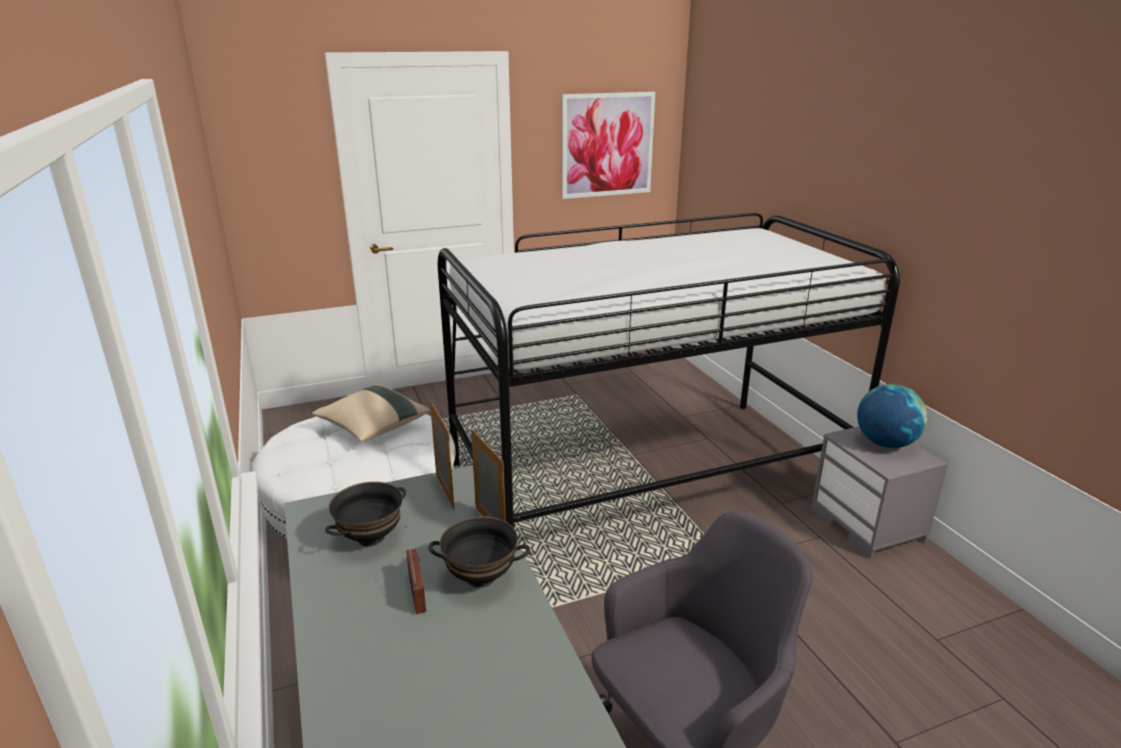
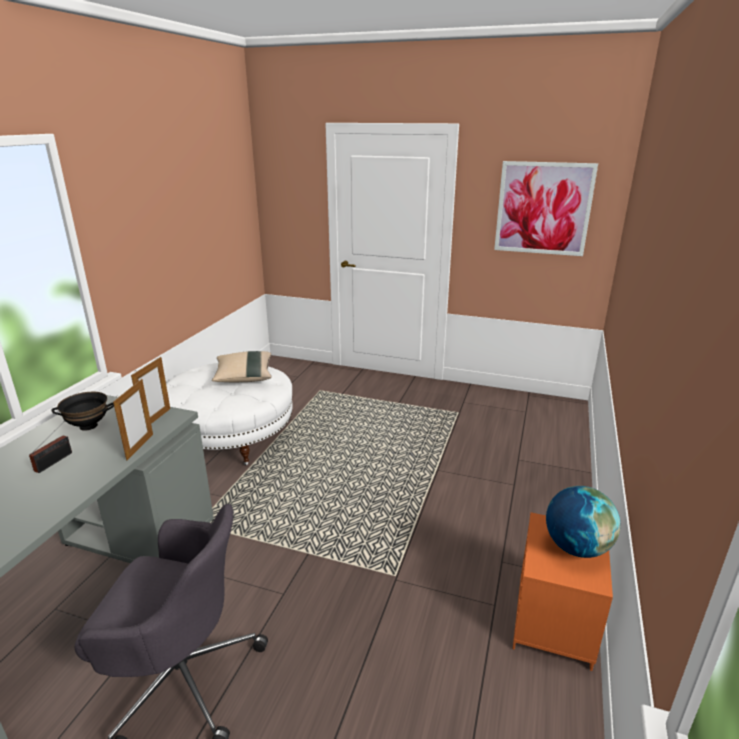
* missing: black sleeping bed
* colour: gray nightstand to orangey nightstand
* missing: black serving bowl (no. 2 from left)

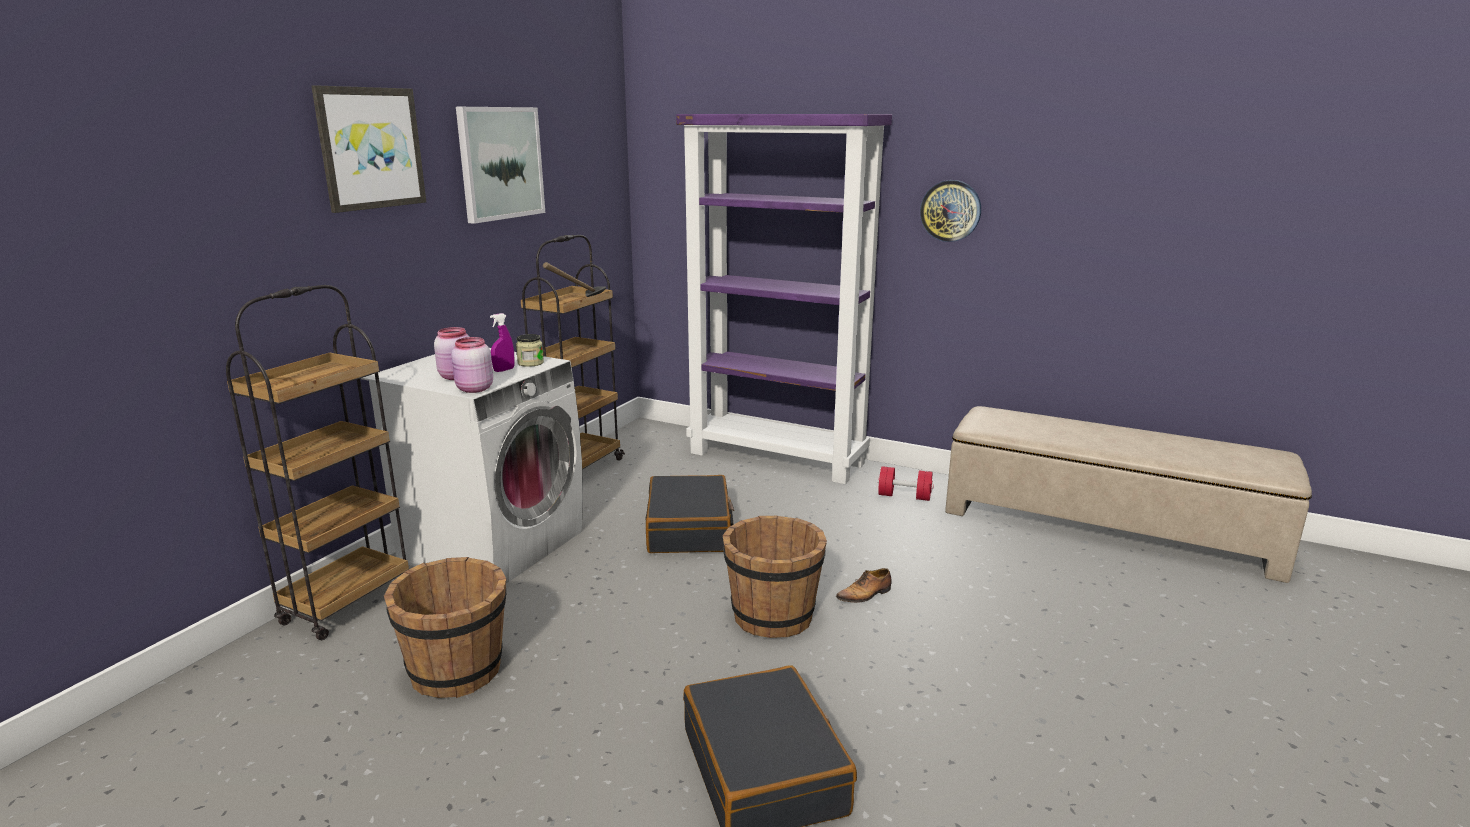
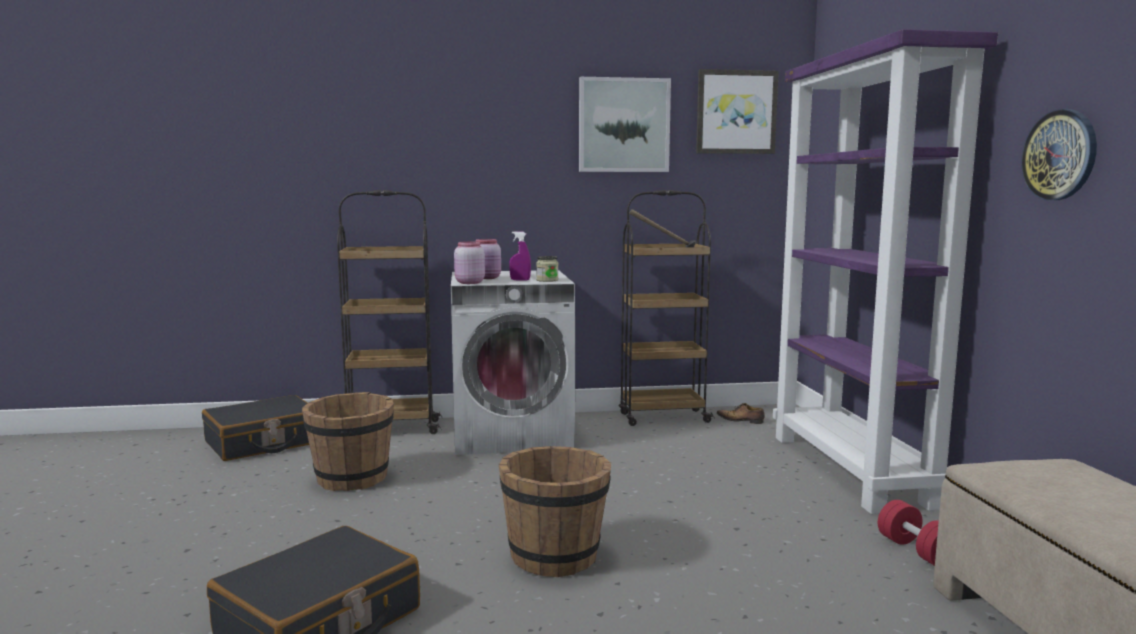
* relocated: wall picture (no. 1 from left in the first image) to wall picture (no. 2 from left)
* relocated: black travel case (no. 1 from left)
* relocated: low shoe

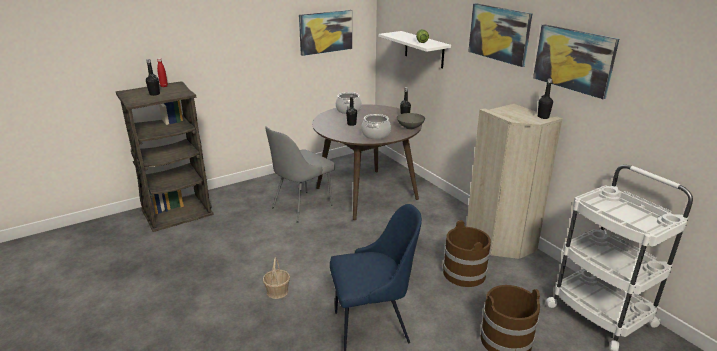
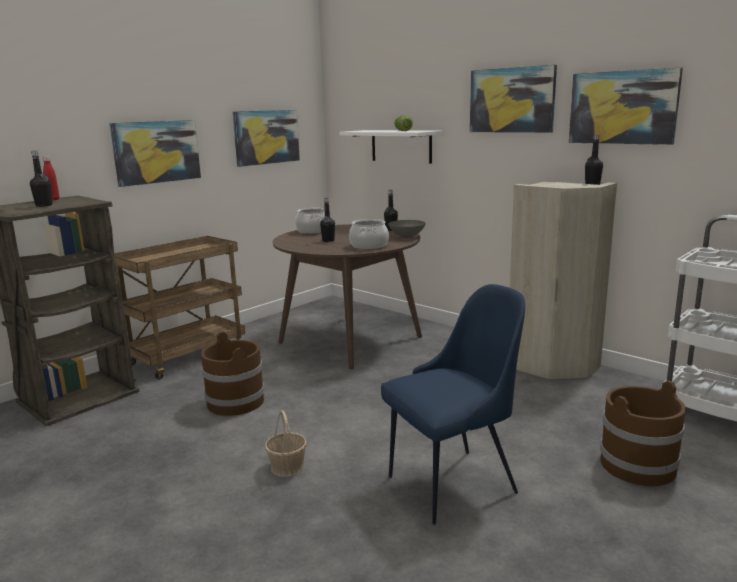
* missing: gray plain chair
* relocated: brown bucket (no. 1 from left)
* appeared: wall picture (no. 1 from left)
* appeared: brown cart

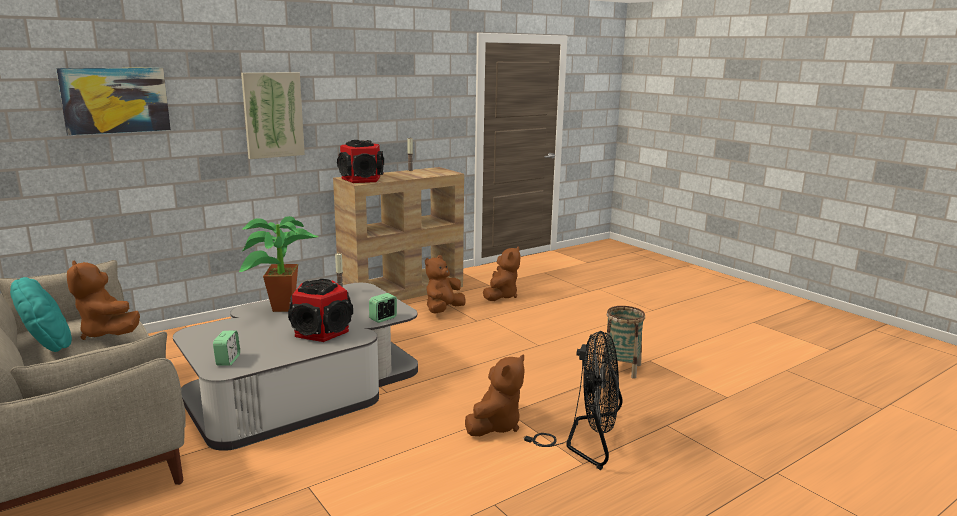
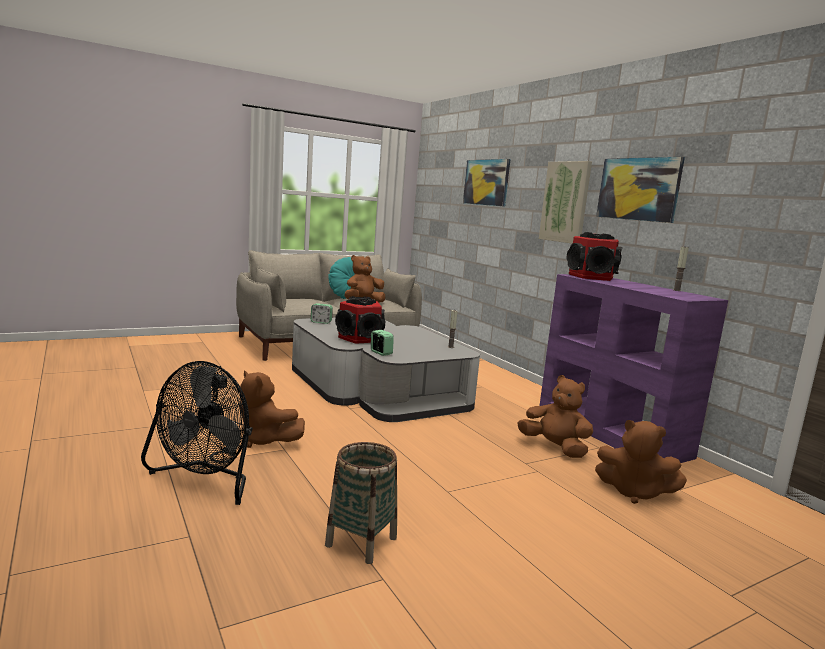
* colour: brown bookshelf to purplish bookshelf
* missing: potted plant
* appeared: wall picture (no. 3 from left)

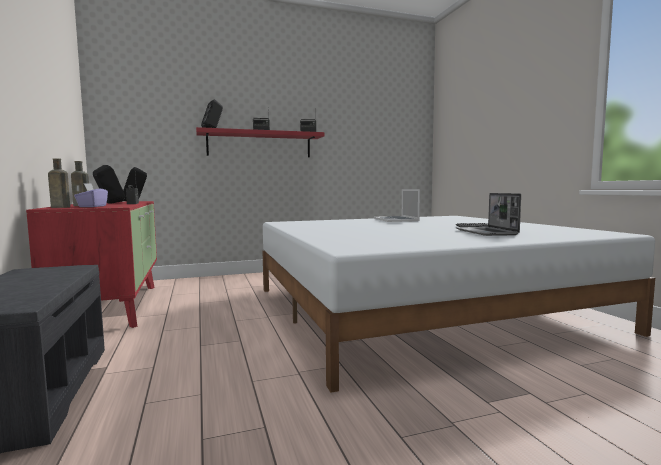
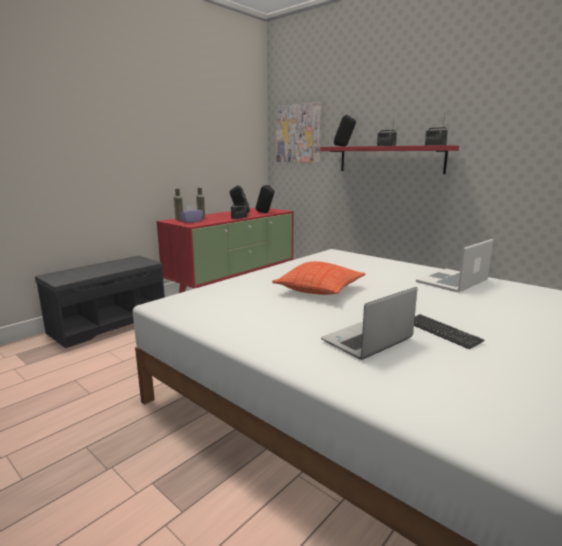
* appeared: wall picture
* appeared: orangey throw pillow

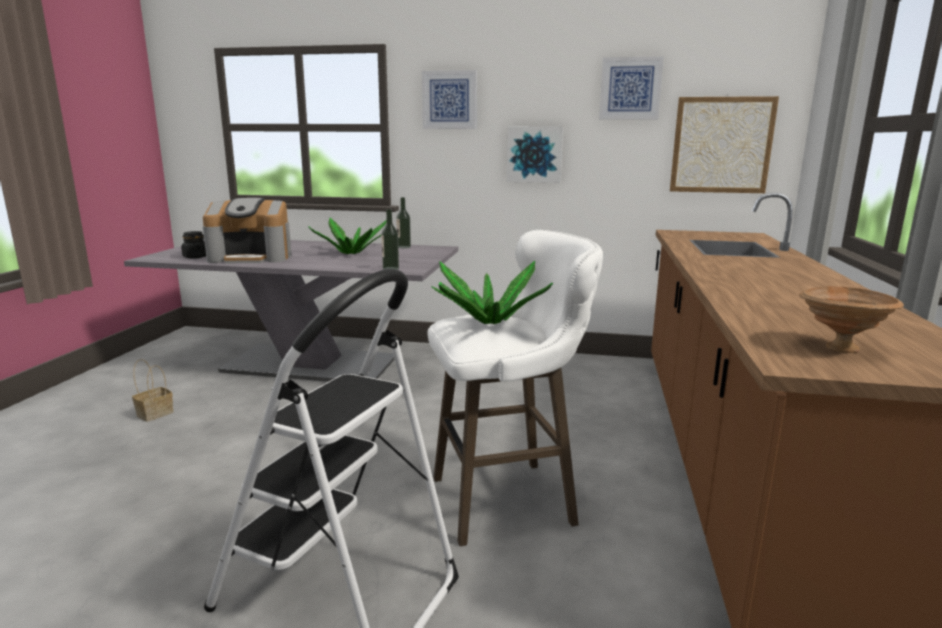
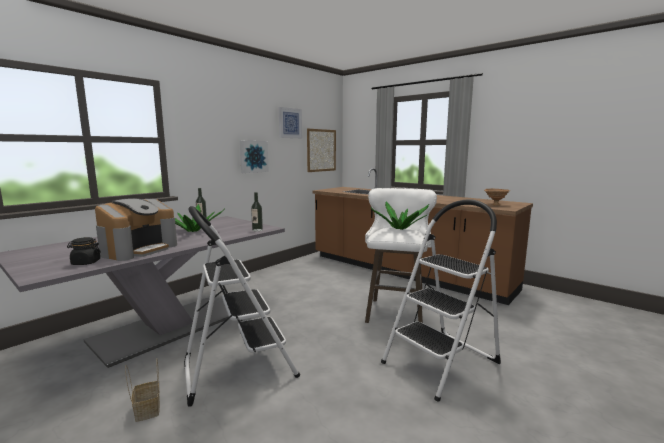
* missing: wall picture (no. 1 from left)
* appeared: stepladder (no. 1 from left)

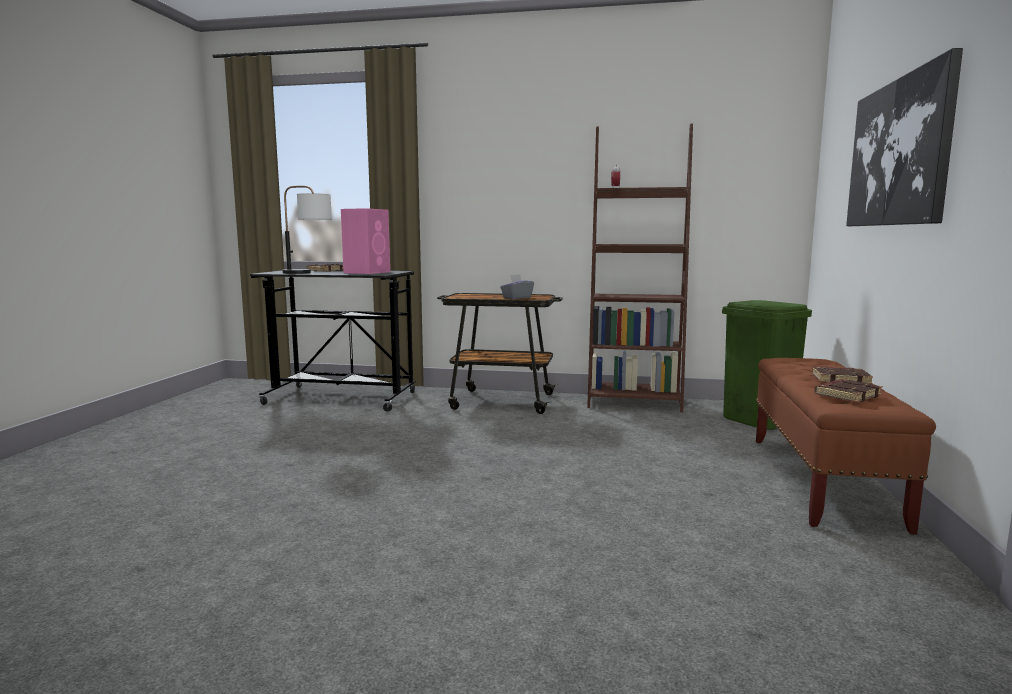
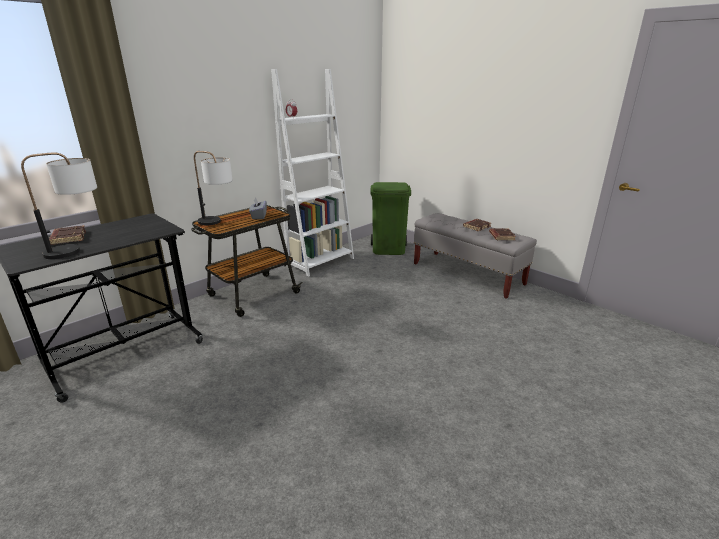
* missing: wall picture
* colour: brown bookshelf to whitish bookshelf
* missing: pinkish loudspeaker
* colour: brown indoor bench to gray indoor bench
* appeared: tabletop lamp (no. 2 from left)

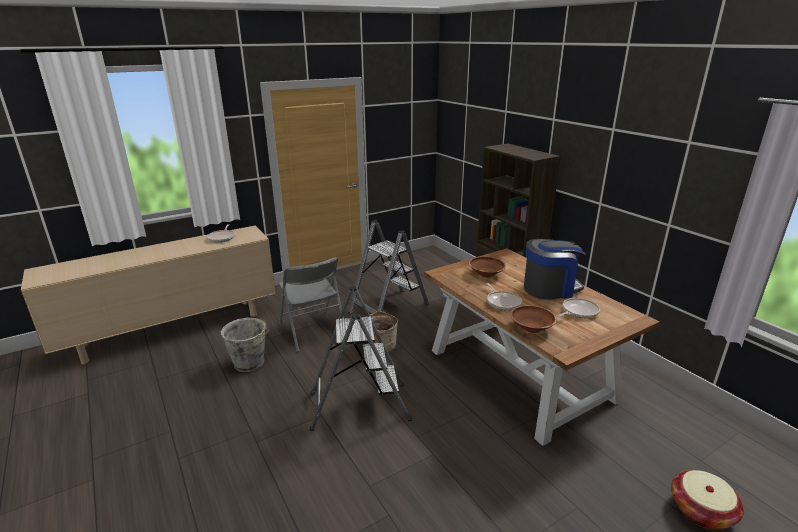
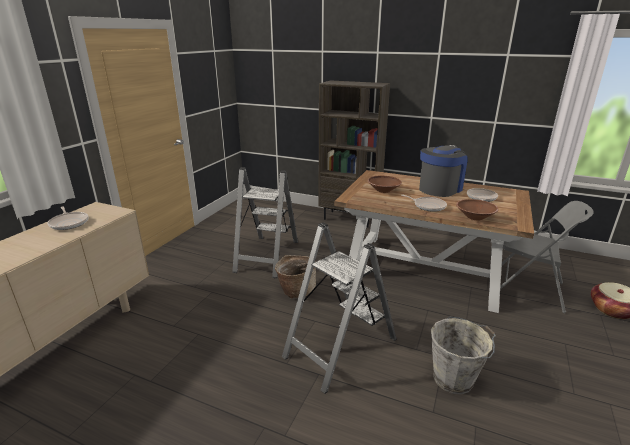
* relocated: gray plain chair
* relocated: gray bucket

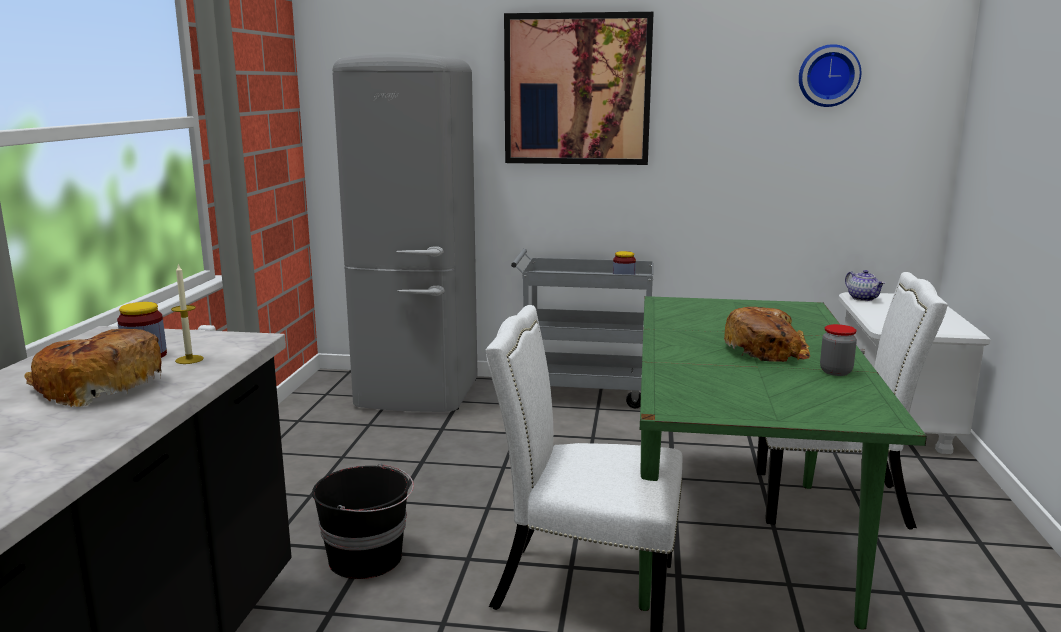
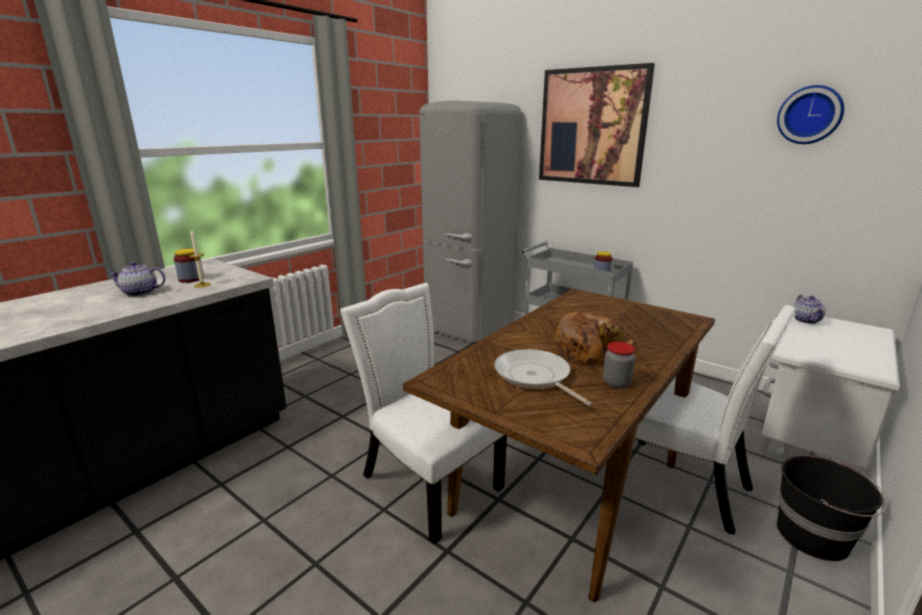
* colour: greenish dinner table to brown dinner table
* exchanged: baked bread (no. 1 from left) to teapot (no. 1 from left)
* relocated: black bucket
* appeared: skillet

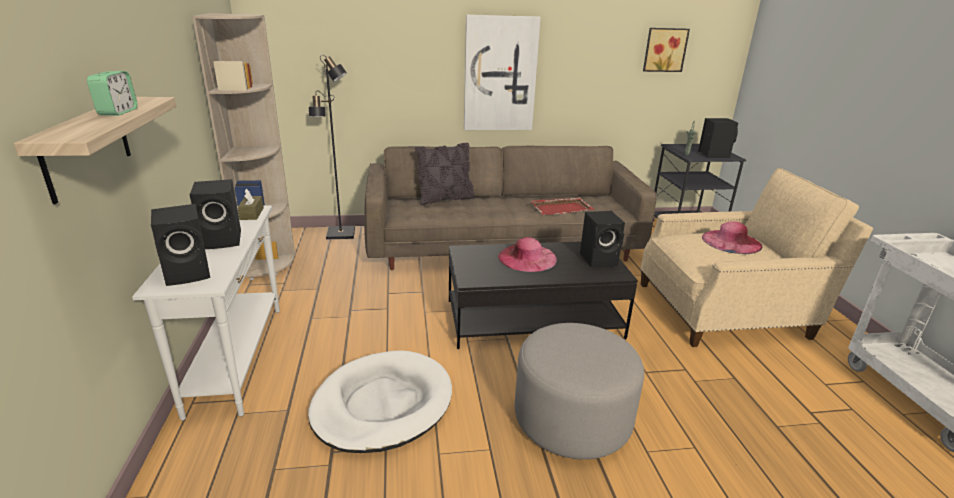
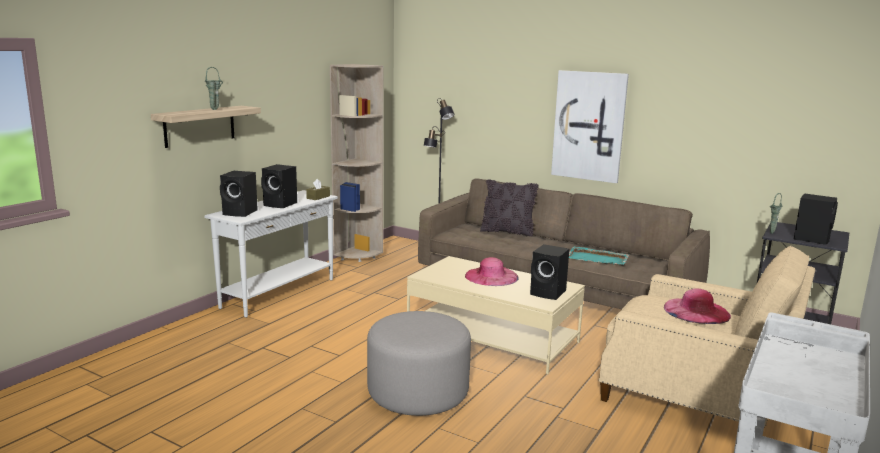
* missing: wall picture (no. 2 from left)
* exchanged: table clock to greenish decorative vase (no. 1 from left)
* colour: red-coloured carrying tray to blue-green carrying tray
* colour: black low table to beige low table
* missing: whitish pet bed

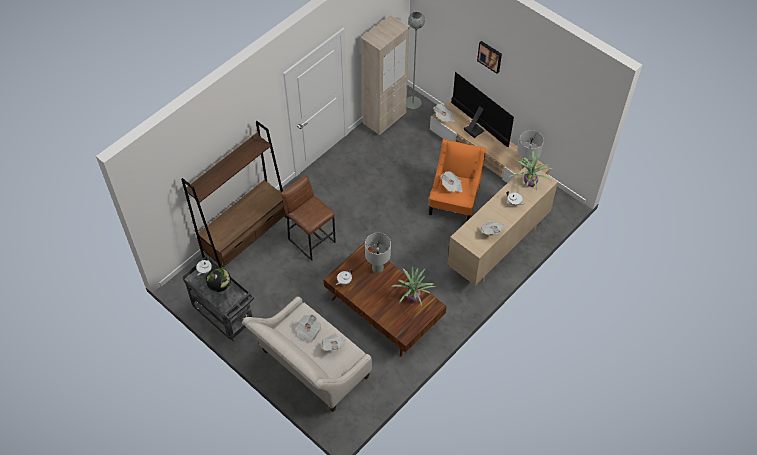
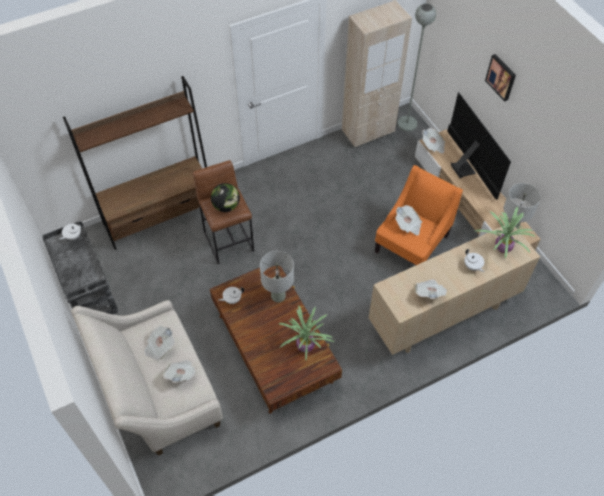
* relocated: world globe

